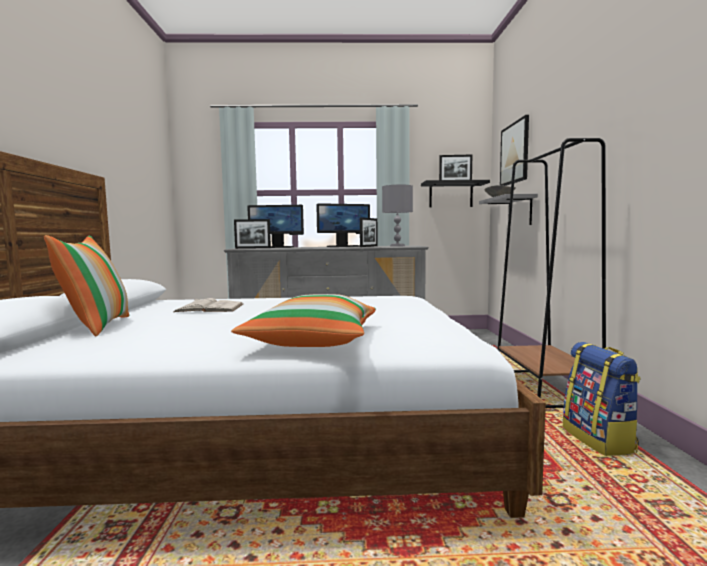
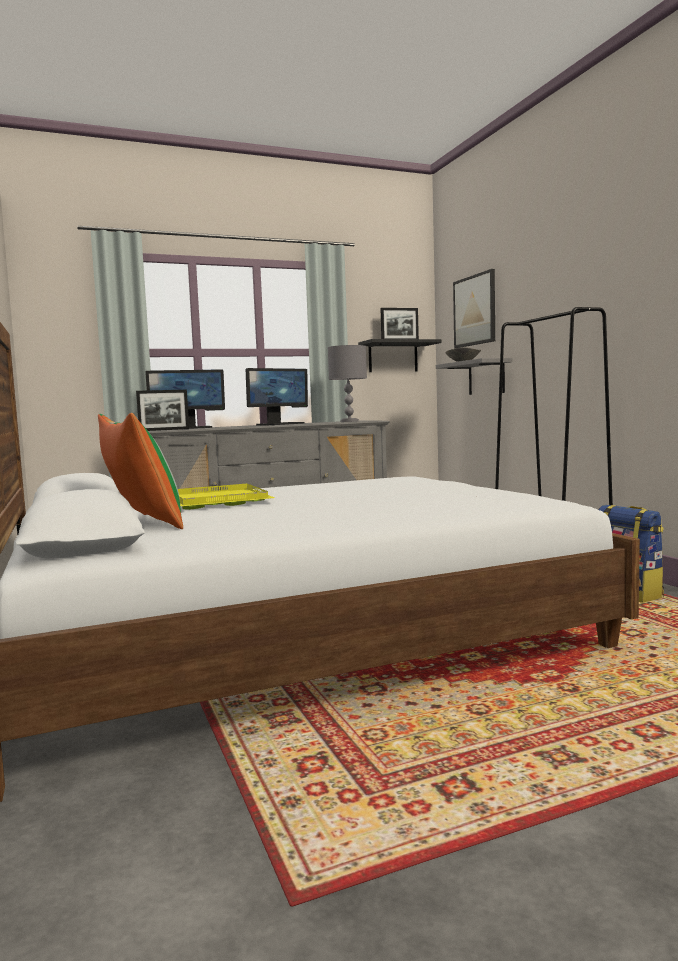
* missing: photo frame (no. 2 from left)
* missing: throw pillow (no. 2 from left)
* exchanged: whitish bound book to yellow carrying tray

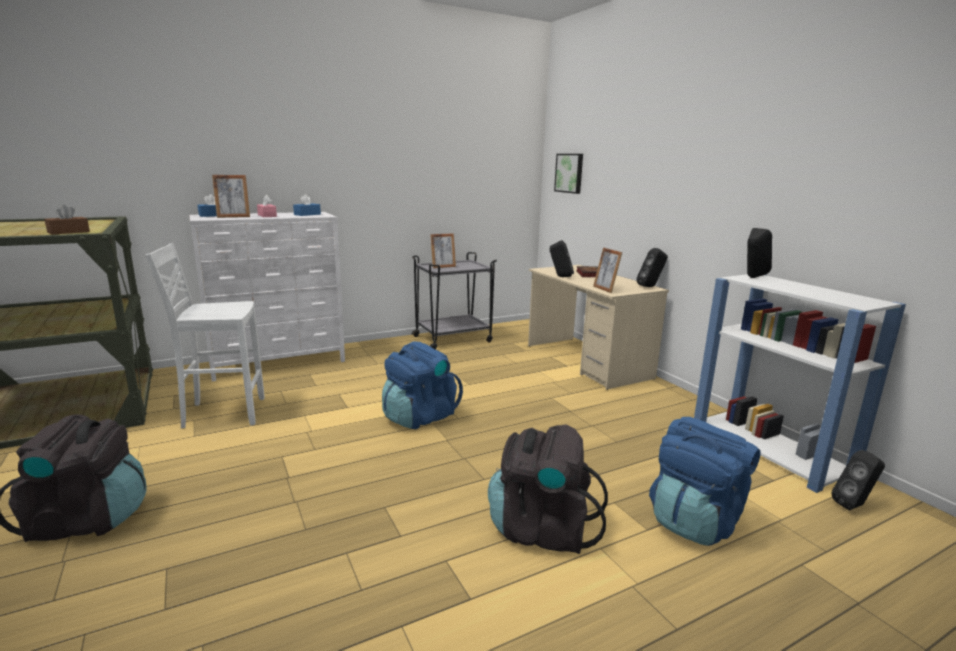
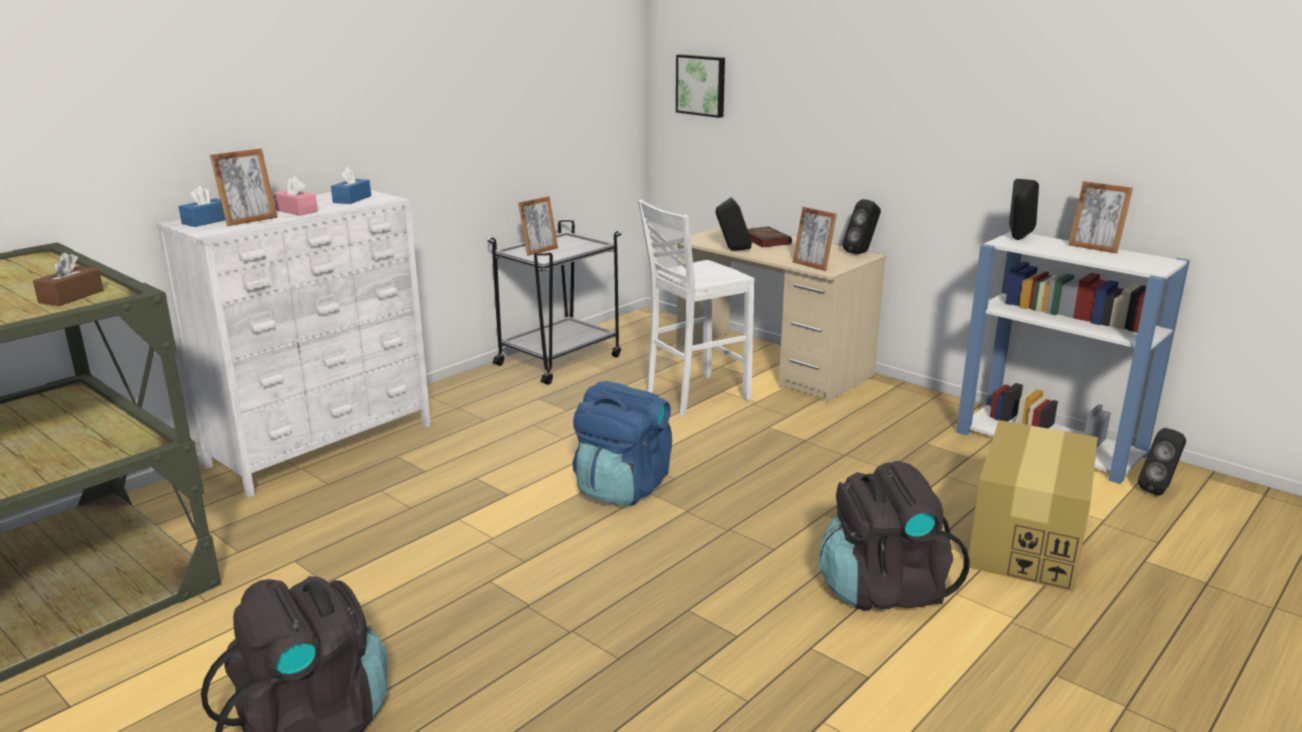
* relocated: whitish stool seat
* exchanged: blue knapsack (no. 2 from left) to packing box
* appeared: photo frame (no. 4 from left)

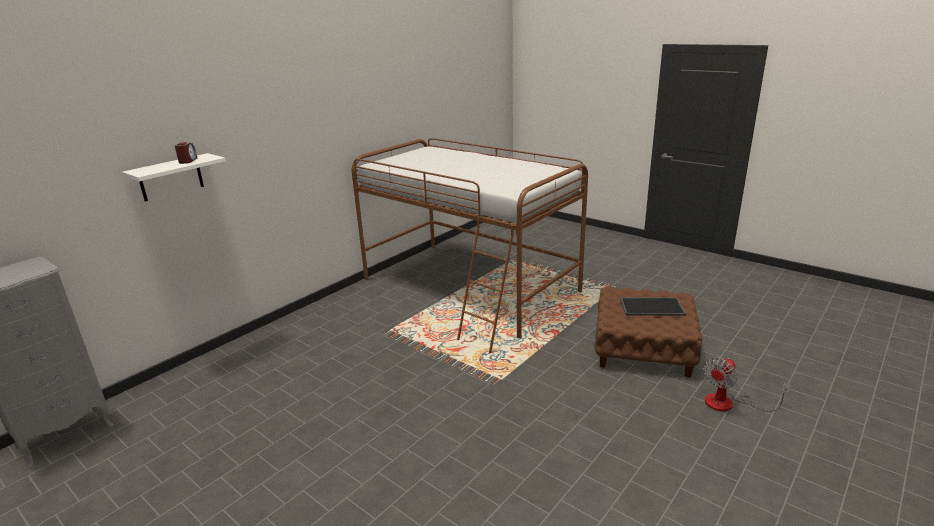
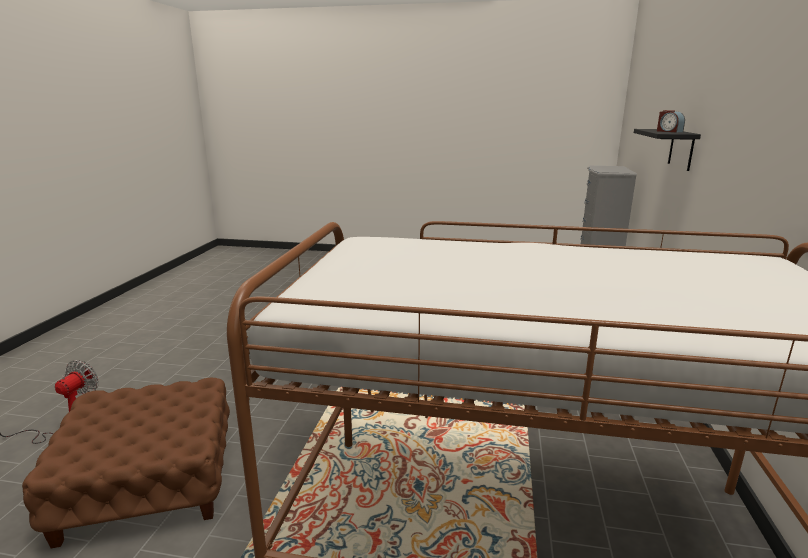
* colour: whitish bracket shelf to black bracket shelf
* missing: carrying tray

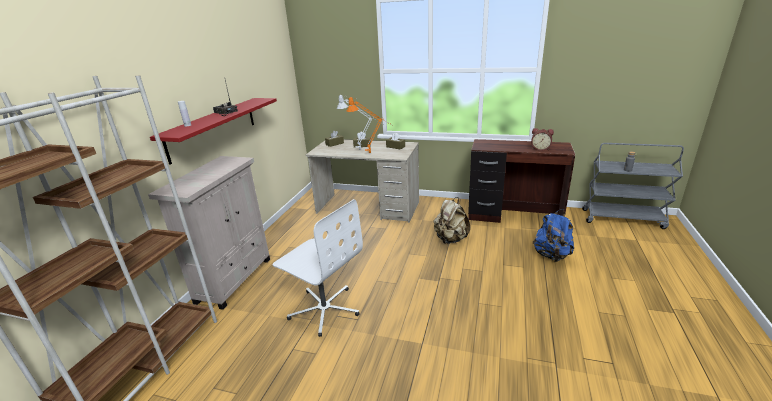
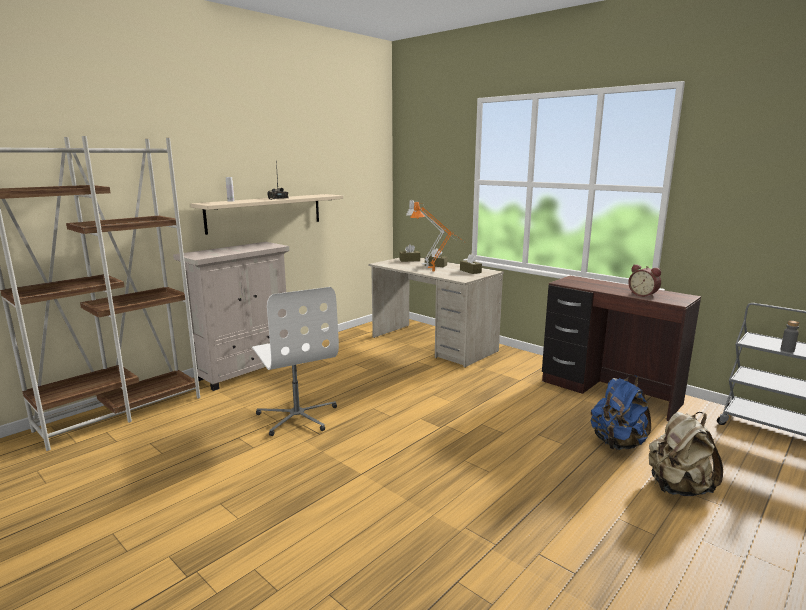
* colour: red-coloured bracket shelf to beige bracket shelf
* relocated: beige knapsack

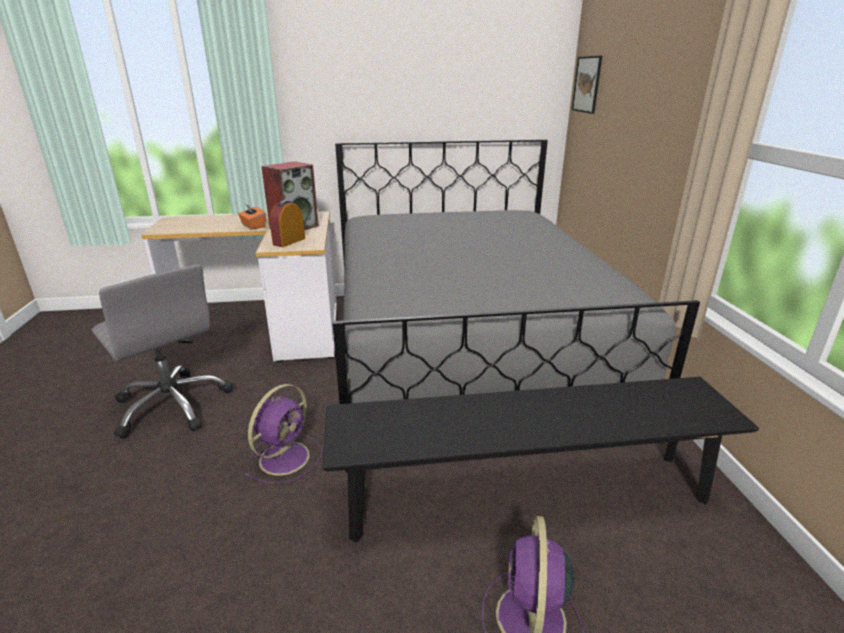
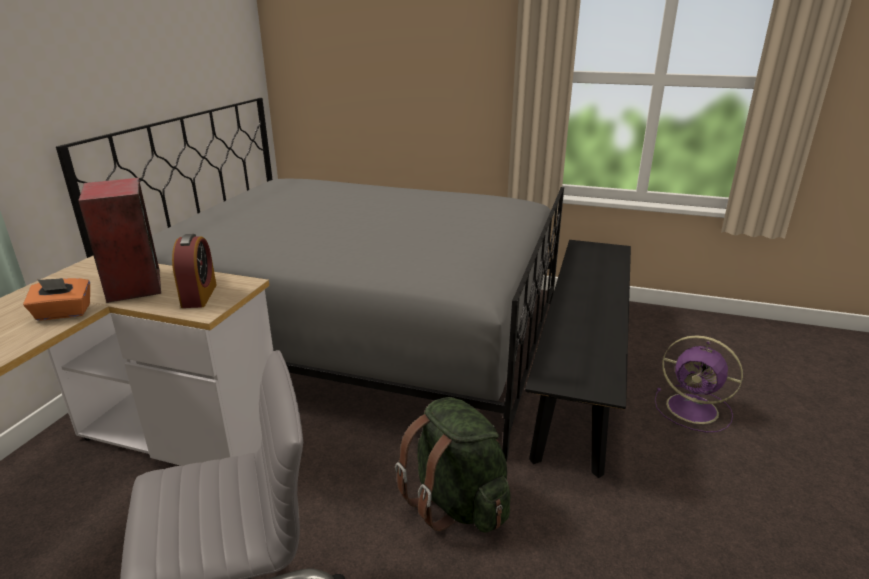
* missing: wall picture
* spun: table clock 150 degrees counterclockwise
* exchanged: purplish electric fan (no. 1 from left) to greenish knapsack

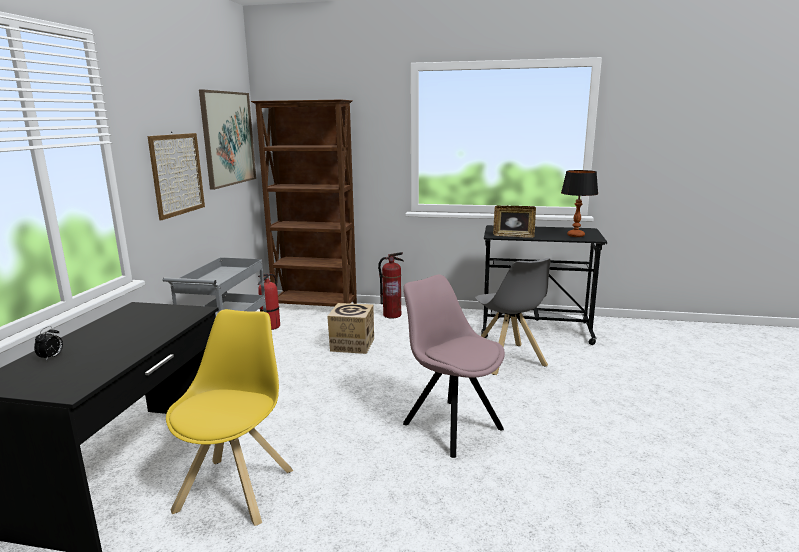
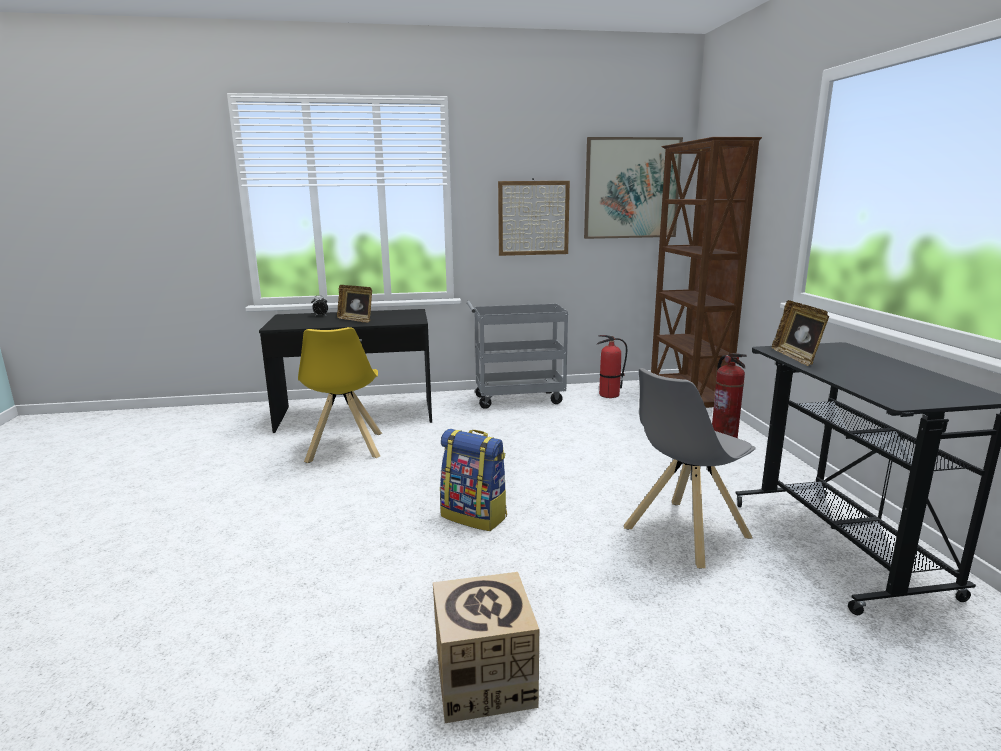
* missing: tabletop lamp
* exchanged: pinkish plain chair to knapsack
* relocated: packing box
* spun: yellow plain chair 90 degrees clockwise
* appeared: photo frame (no. 1 from left)

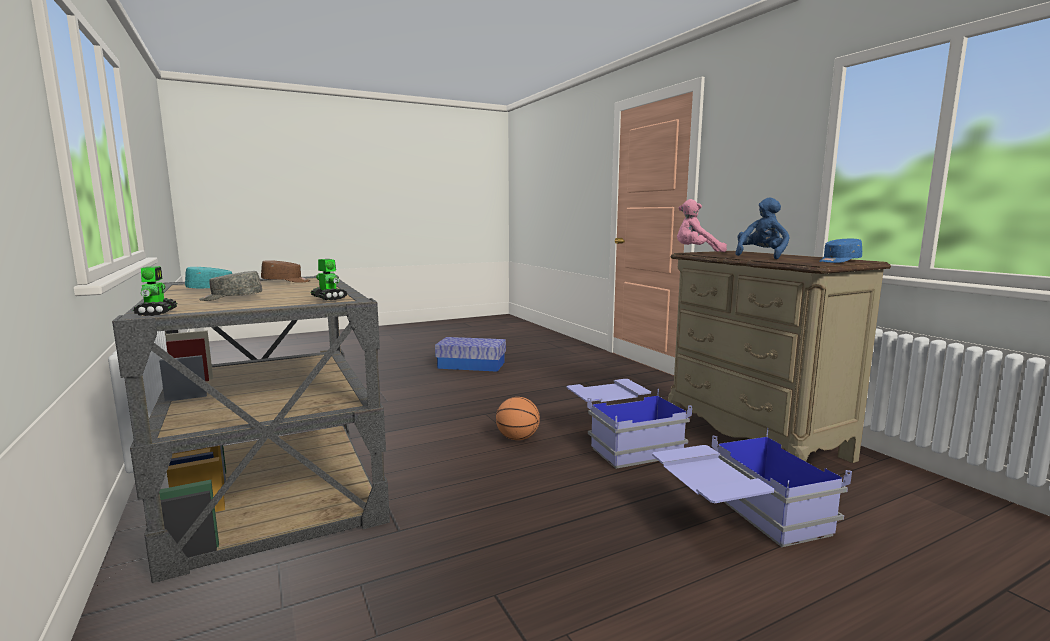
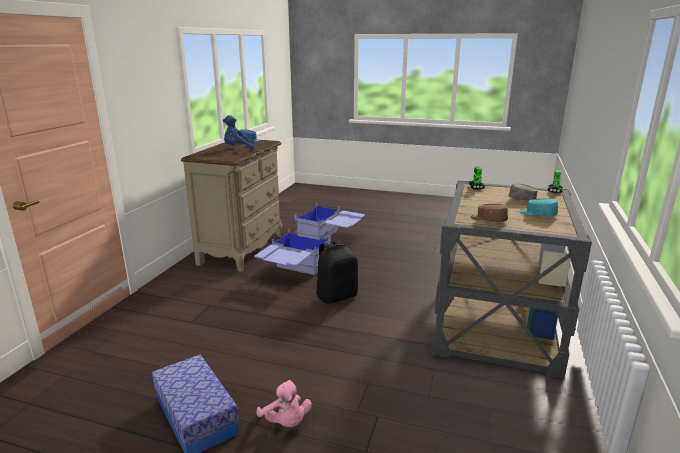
* relocated: pinkish cuddly toy
* exchanged: basketball ball to black knapsack

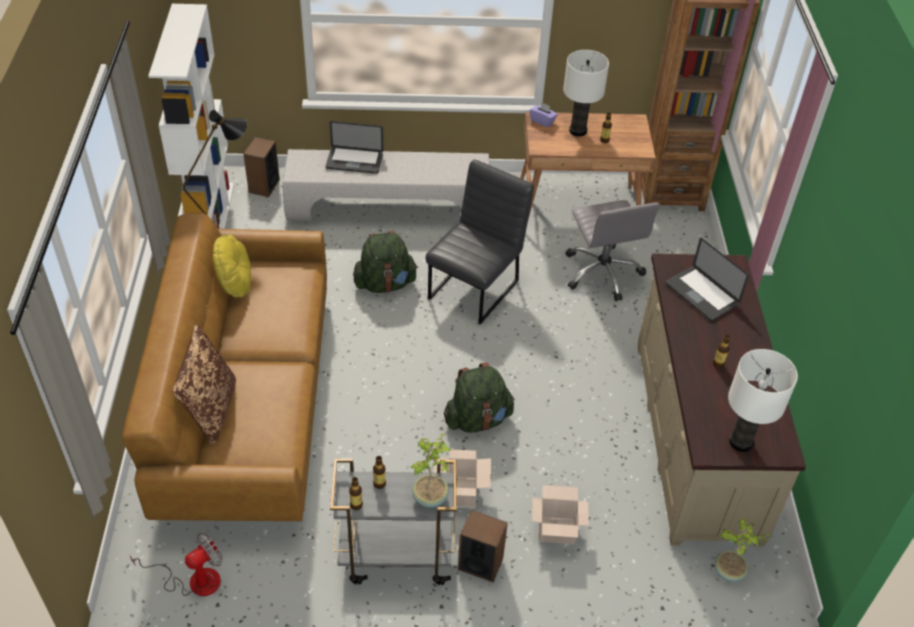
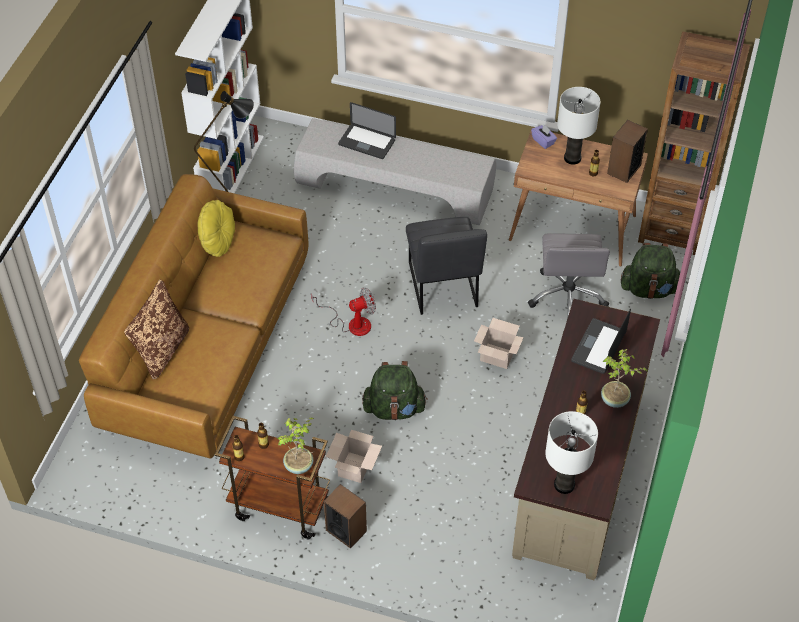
* relocated: loudspeaker (no. 1 from left in the first image) to loudspeaker (no. 2 from left)
* spun: gray plain chair 120 degrees clockwise
* relocated: greenish knapsack (no. 1 from left in the first image) to greenish knapsack (no. 2 from left)
* spun: laptop (no. 2 from left) 45 degrees clockwise
* colour: gray cart to brown cart
* relocated: packing box (no. 2 from left)
* relocated: potted plant (no. 2 from left)
* relocated: electric fan

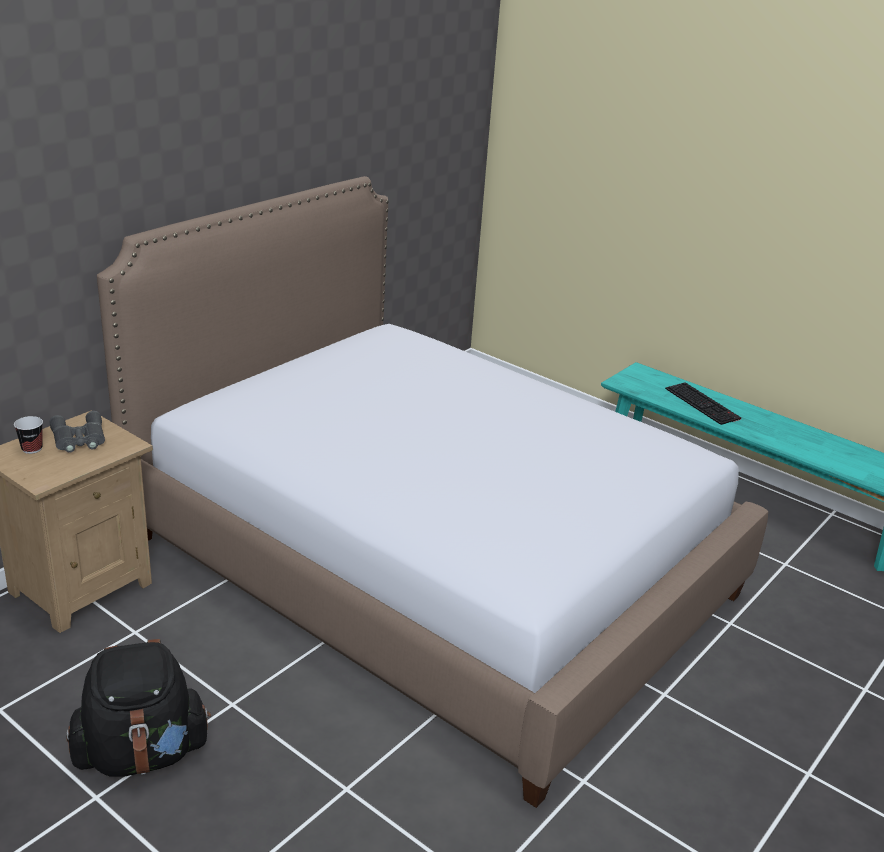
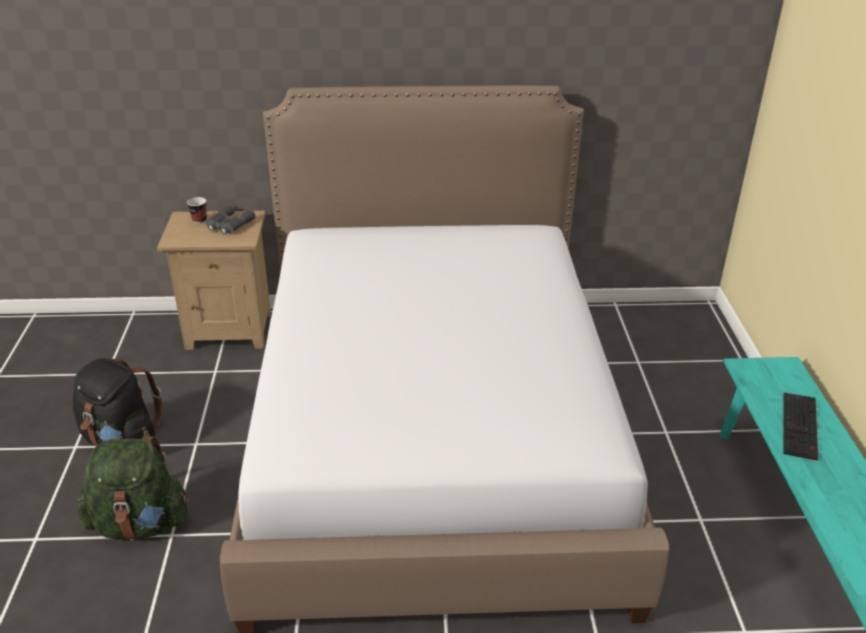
* appeared: greenish knapsack

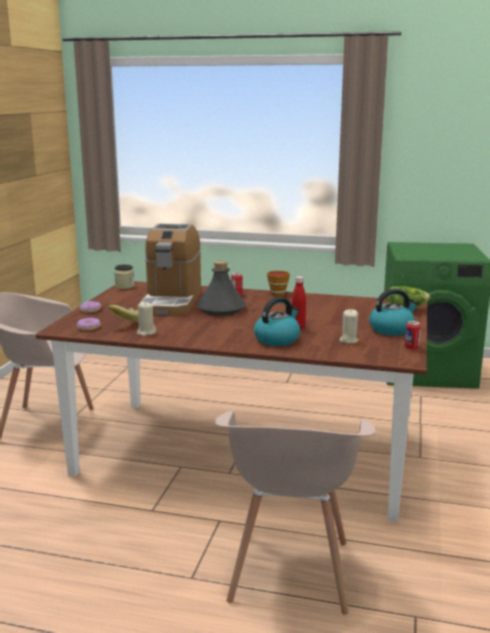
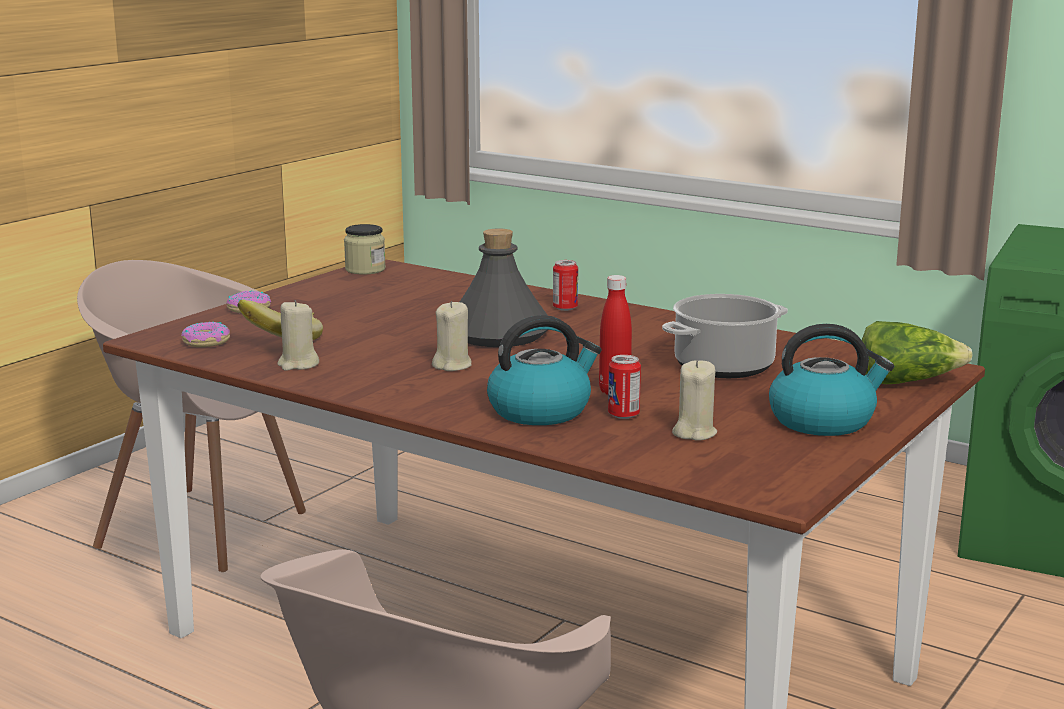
* missing: coffee brewer
* missing: cup
* relocated: can (no. 2 from left)
* appeared: saucepot
* appeared: beige wax candle (no. 2 from left)

